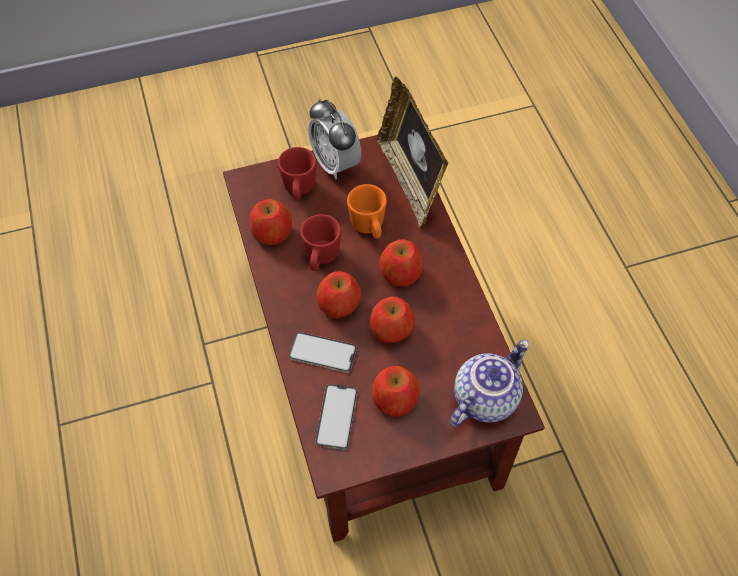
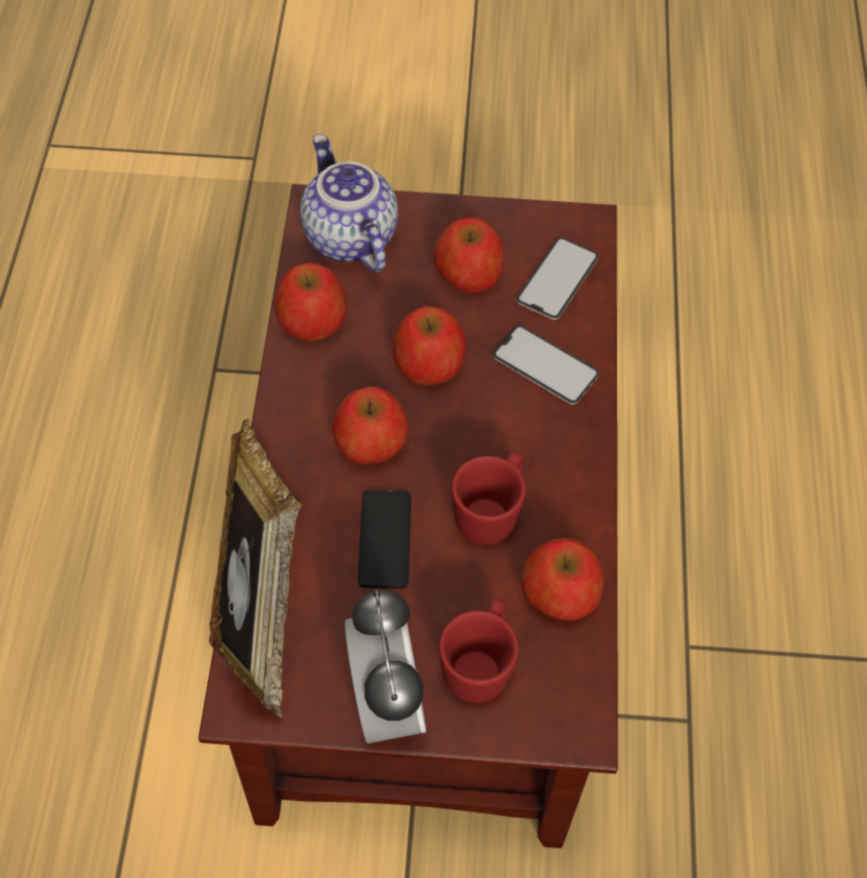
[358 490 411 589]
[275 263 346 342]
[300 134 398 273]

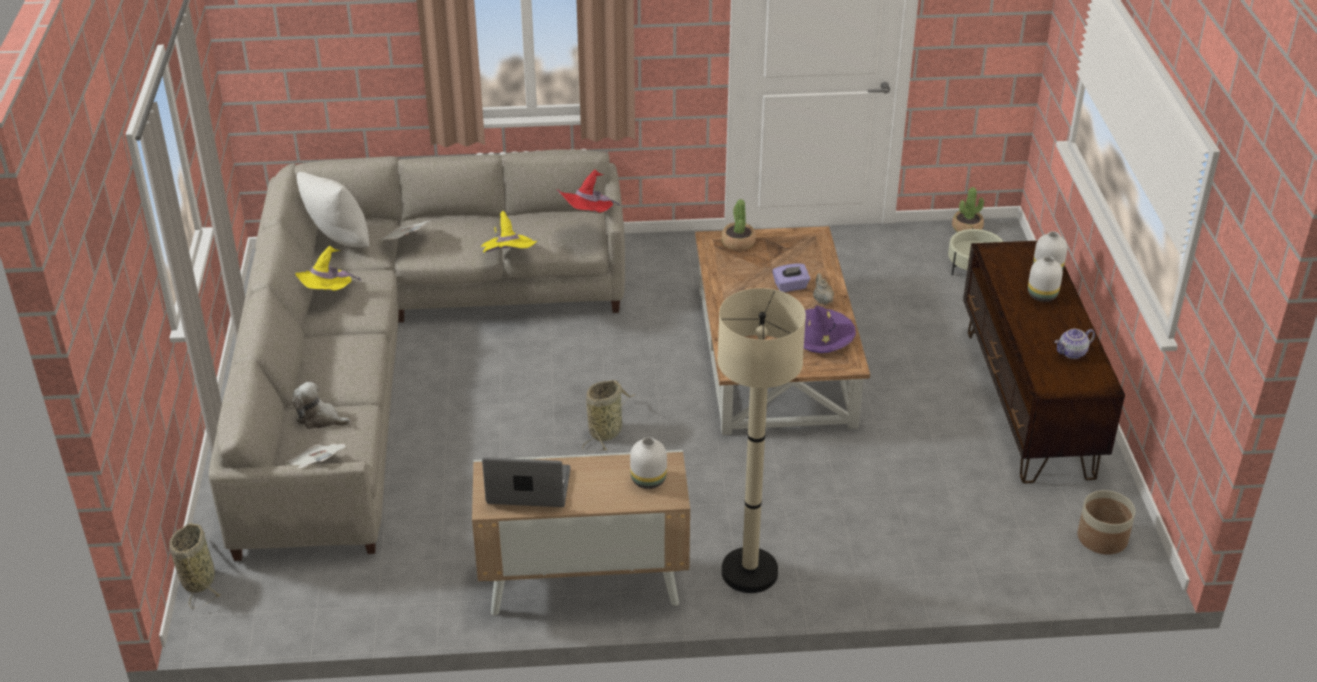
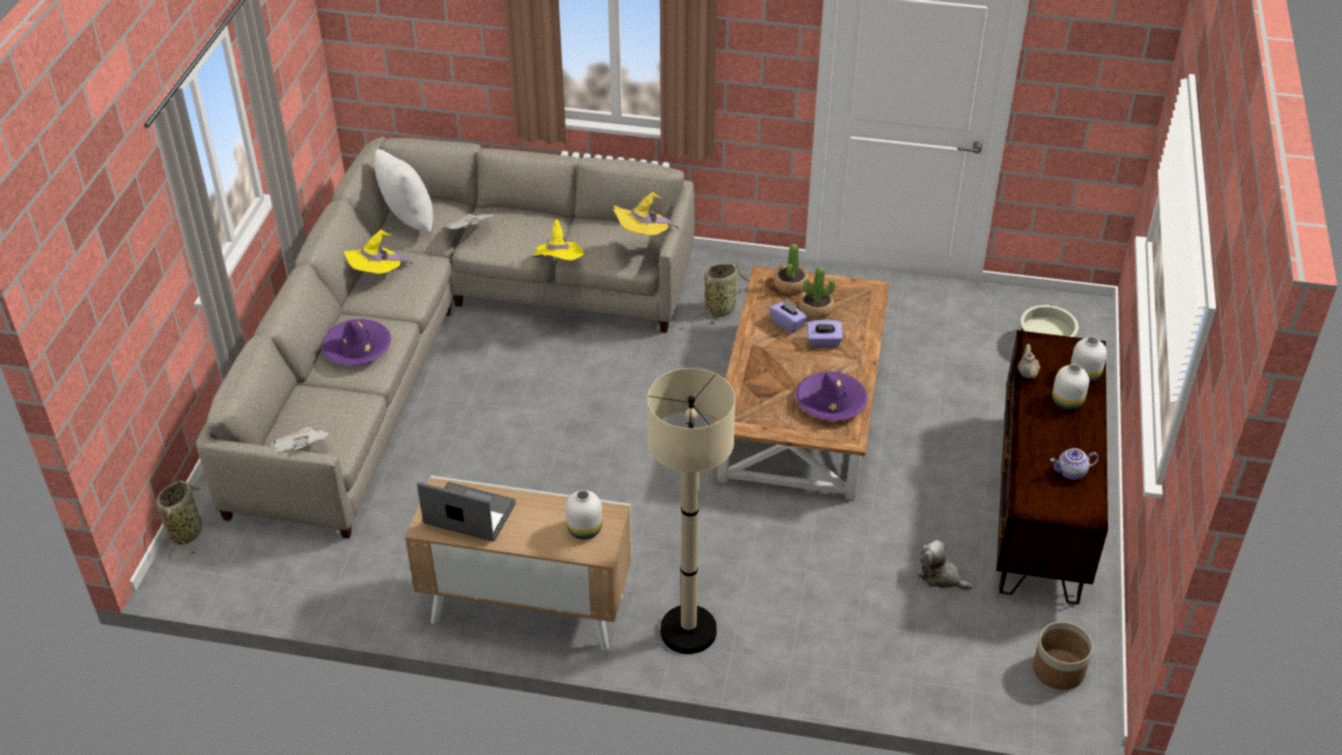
[613 192 679 236]
[799 267 835 319]
[1017 344 1040 379]
[695 263 749 324]
[918 540 973 590]
[769 299 807 333]
[321 319 391 366]

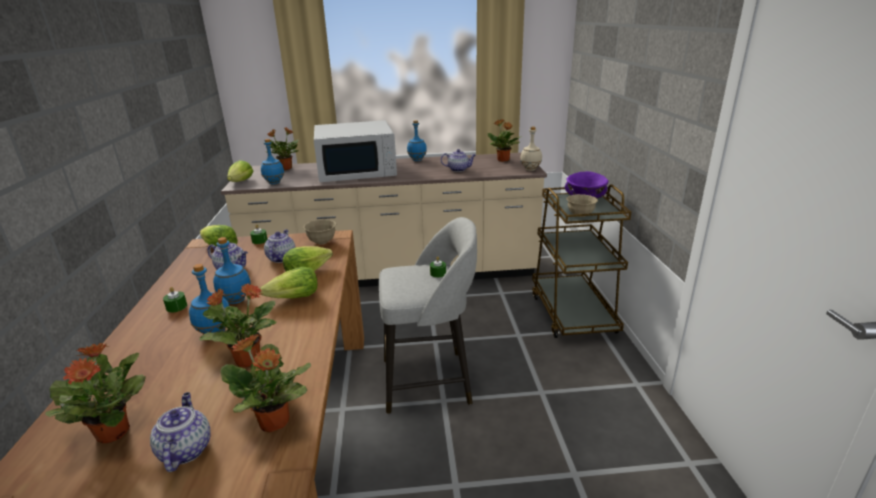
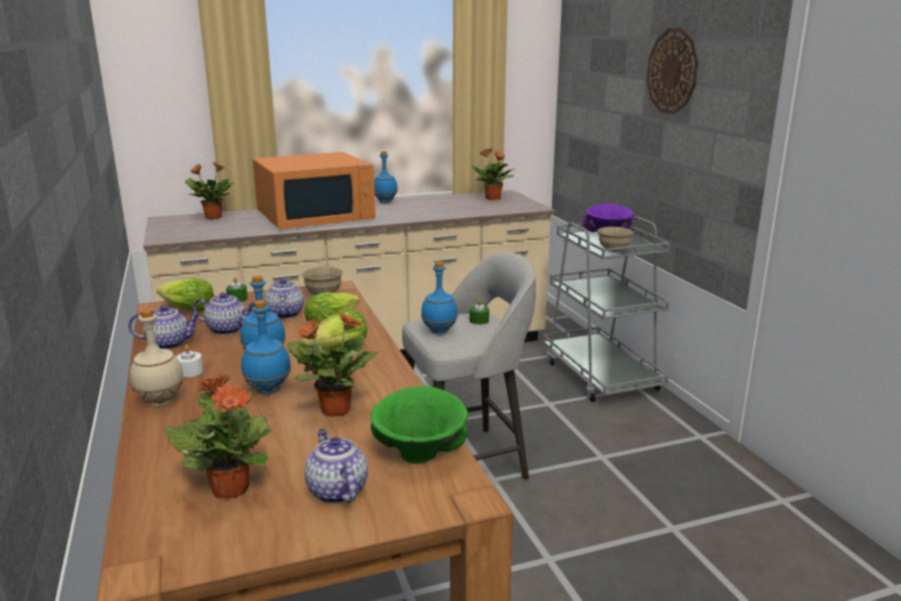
[253 152 376 229]
[130 309 184 406]
[421 261 458 335]
[128 305 201 349]
[227 160 253 182] (first image)
[542 216 670 402]
[176 344 203 378]
[371 386 468 464]
[646 28 699 114]

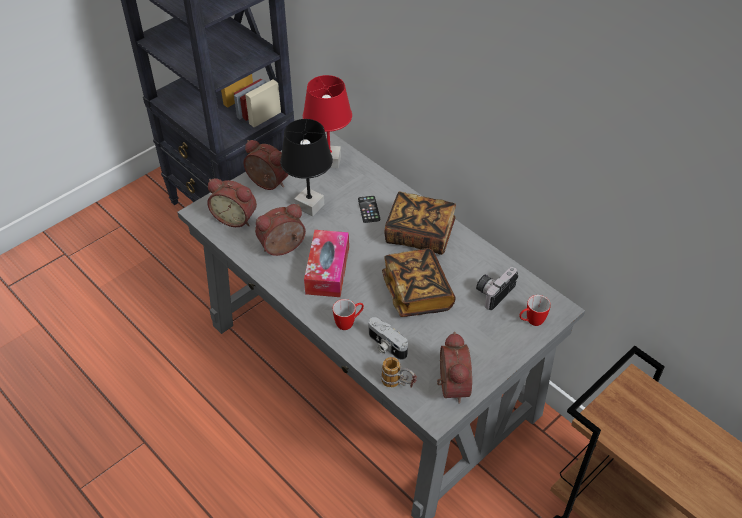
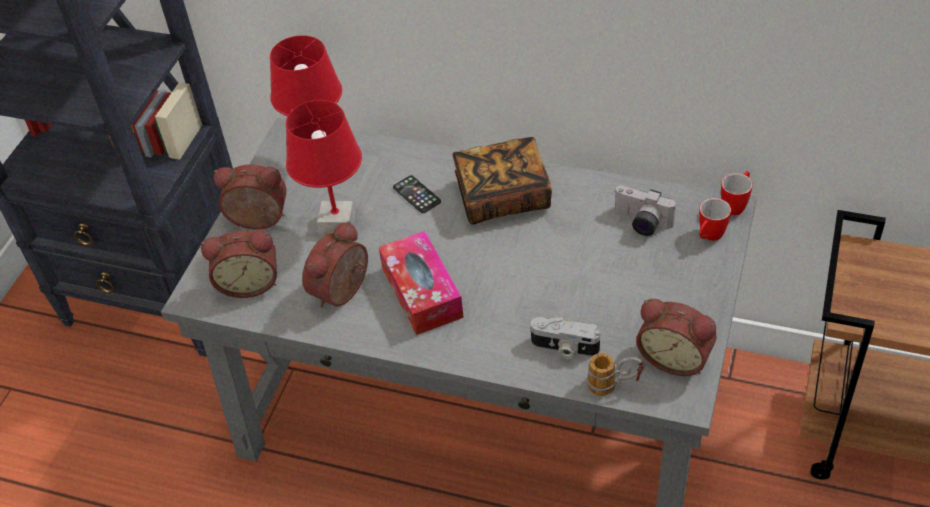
[286 100 362 235]
[382 248 456 317] (first image)
[614 185 676 236]
[721 171 753 215]
[636 299 717 376]

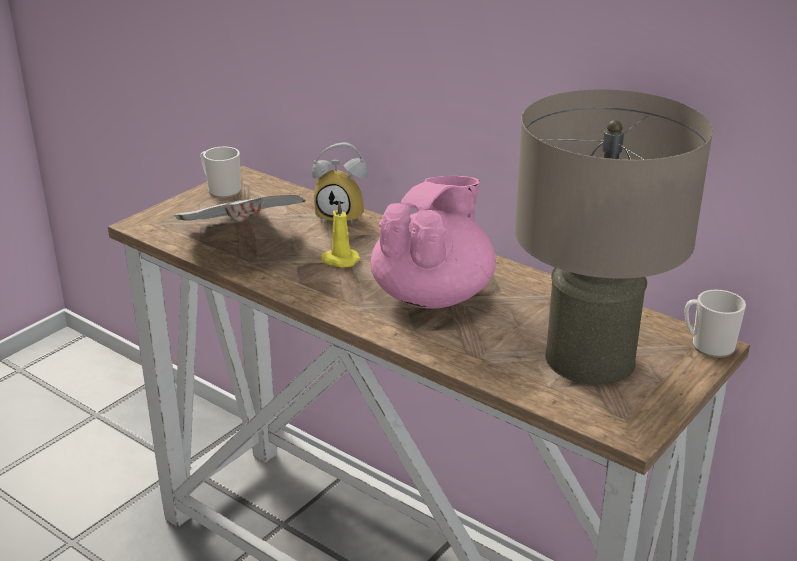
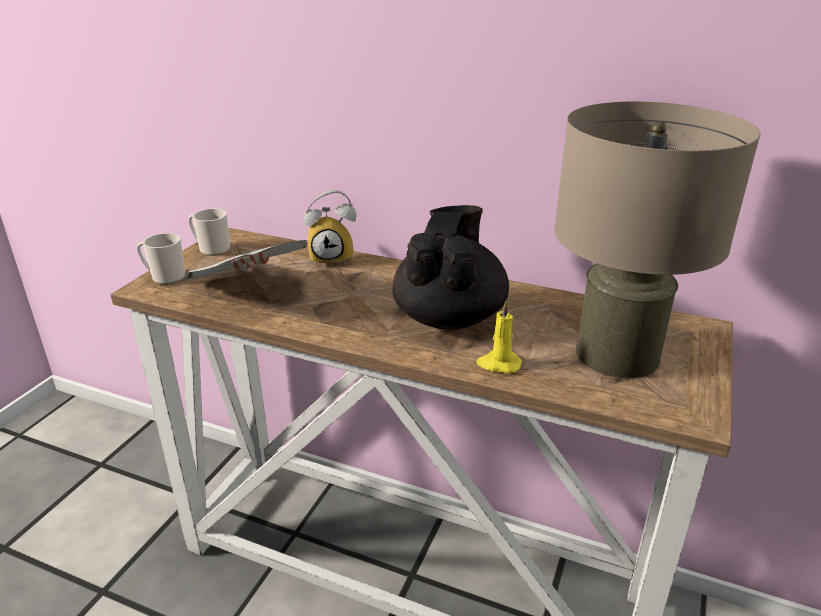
[393 205 509 330]
[476 301 522 373]
[137 233 185 285]

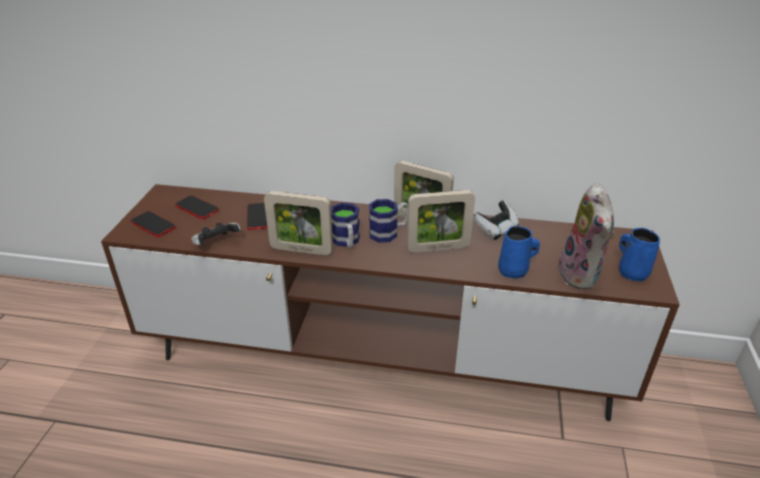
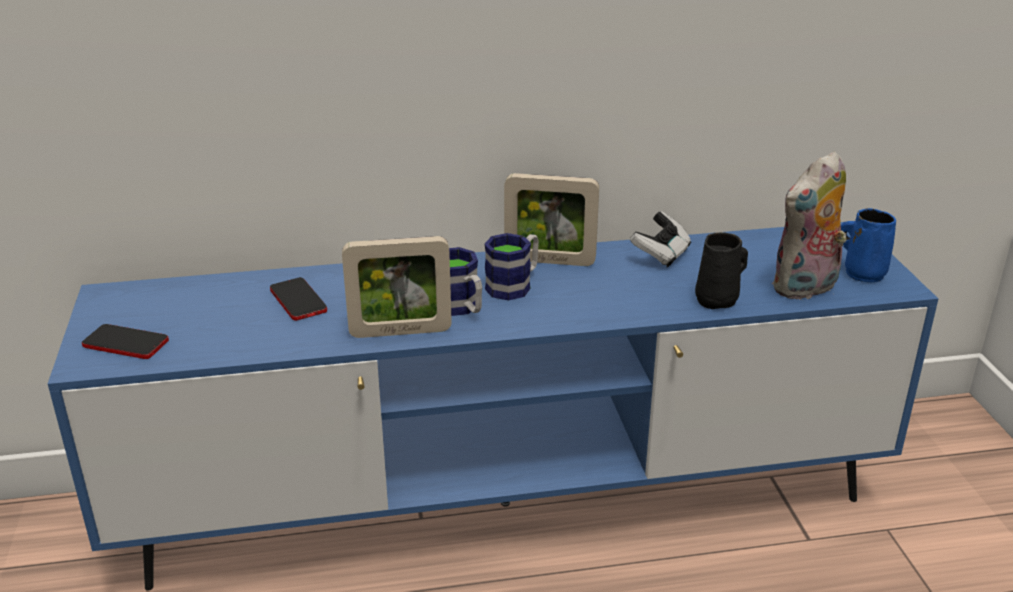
[772 151 847 301]
[48 222 938 590]
[407 190 475 253] (first image)
[175 196 219 219] (first image)
[191 222 241 245] (first image)
[695 232 748 309]

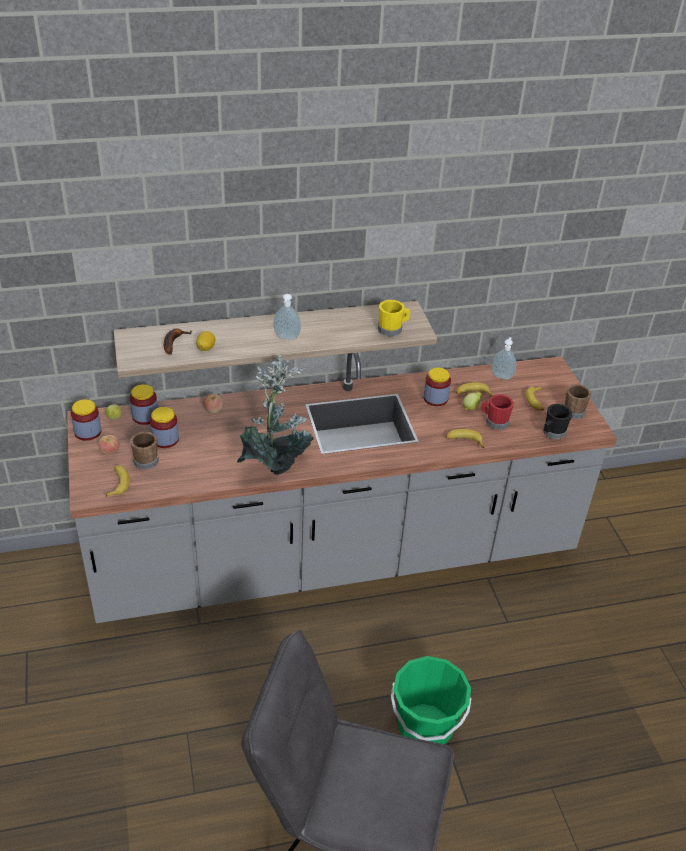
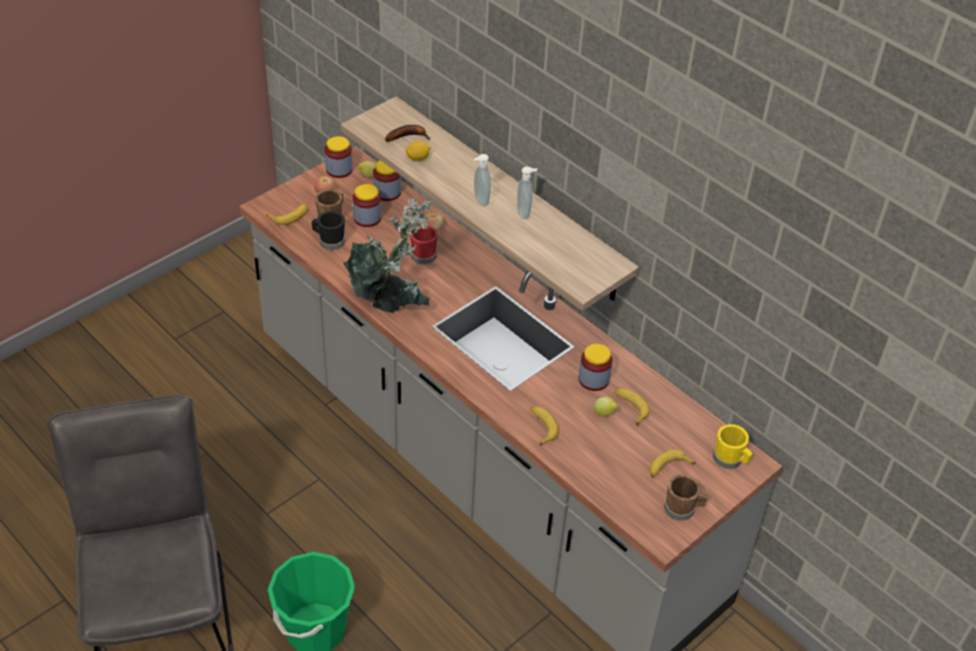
[713 424 753 469]
[517 167 537 219]
[410 225 438 265]
[311 211 345 250]

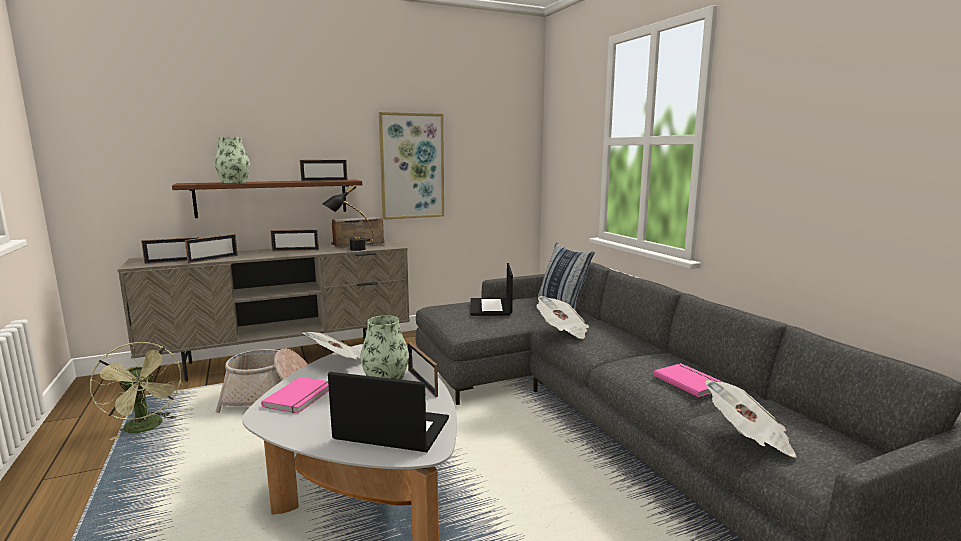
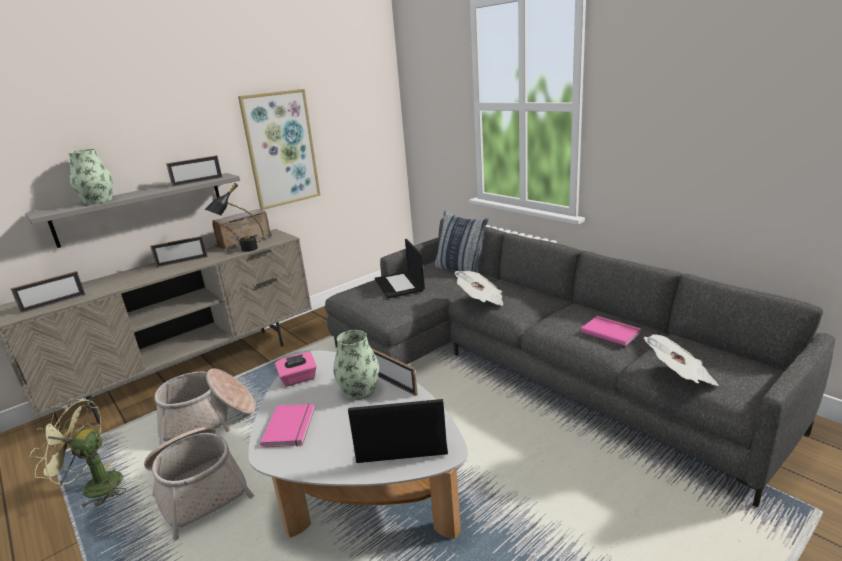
[25 173 240 248]
[185 234 238 263] (first image)
[275 353 317 387]
[30 398 126 508]
[144 427 254 540]

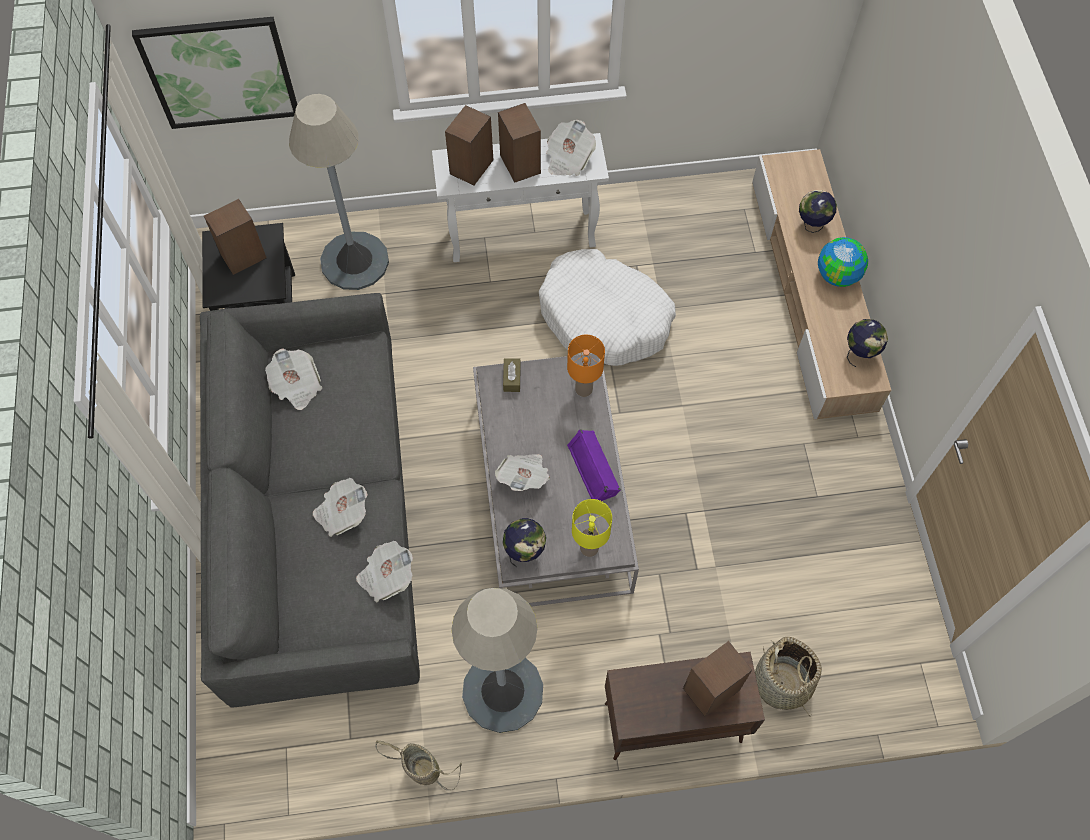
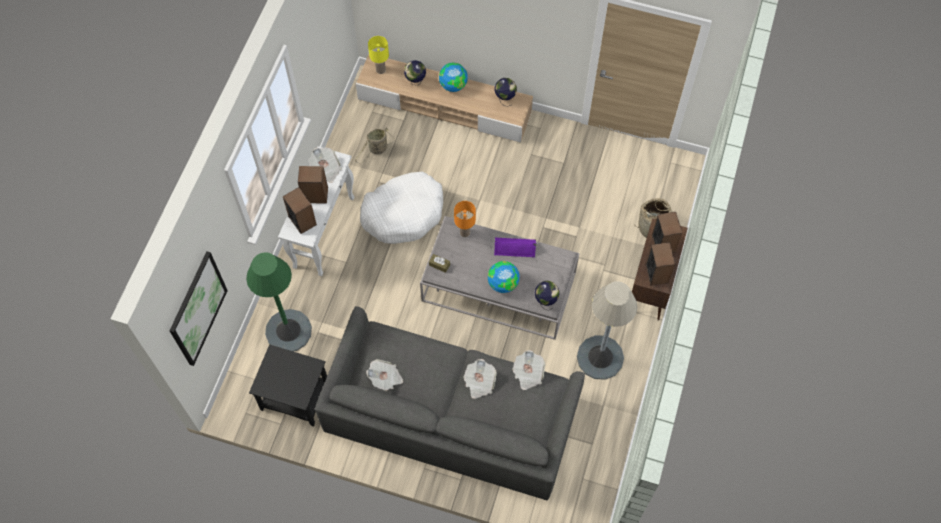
[246 252 312 352]
[646 242 675 285]
[488 261 520 293]
[368 36 389 74]
[355 127 394 163]

